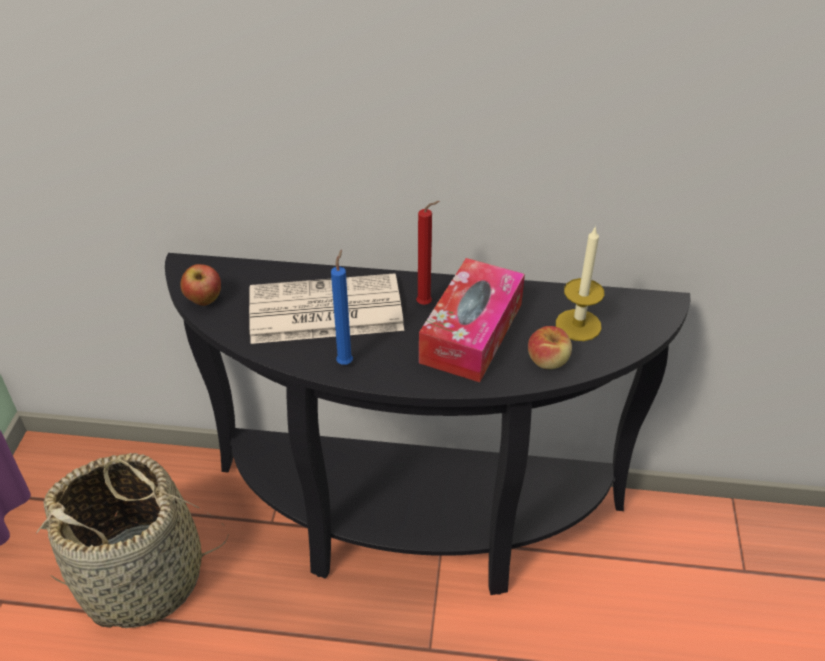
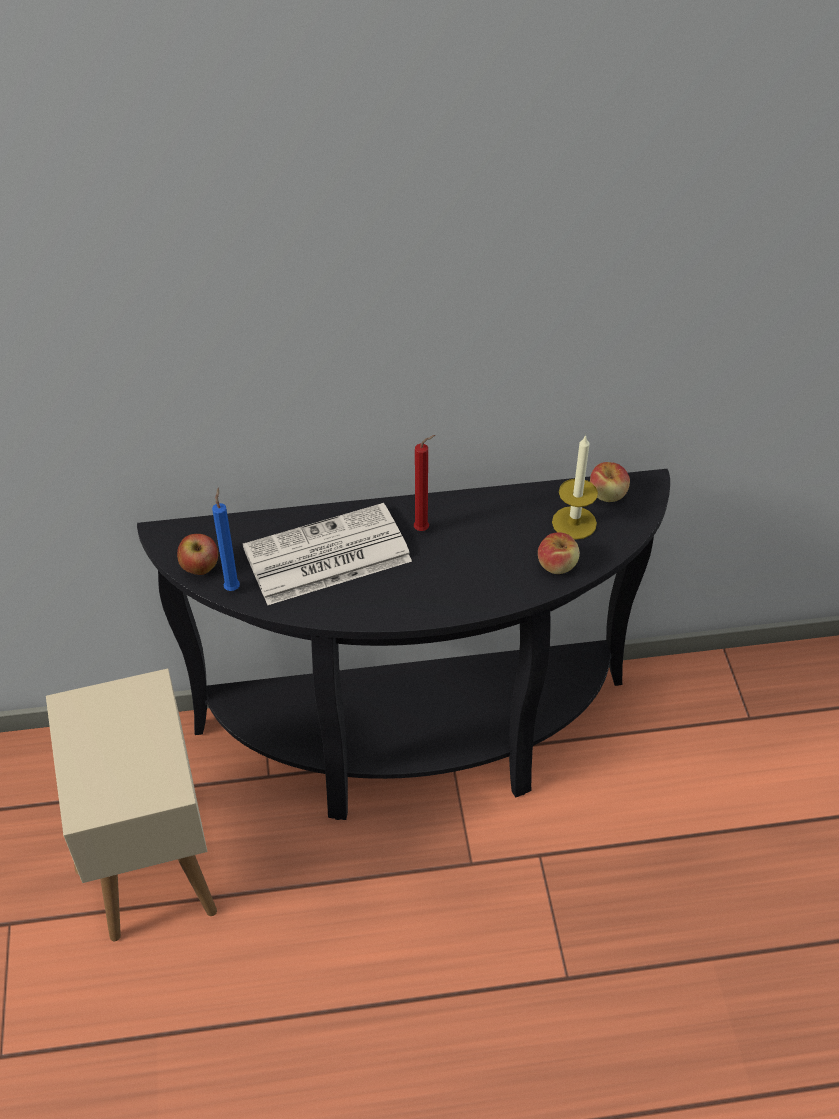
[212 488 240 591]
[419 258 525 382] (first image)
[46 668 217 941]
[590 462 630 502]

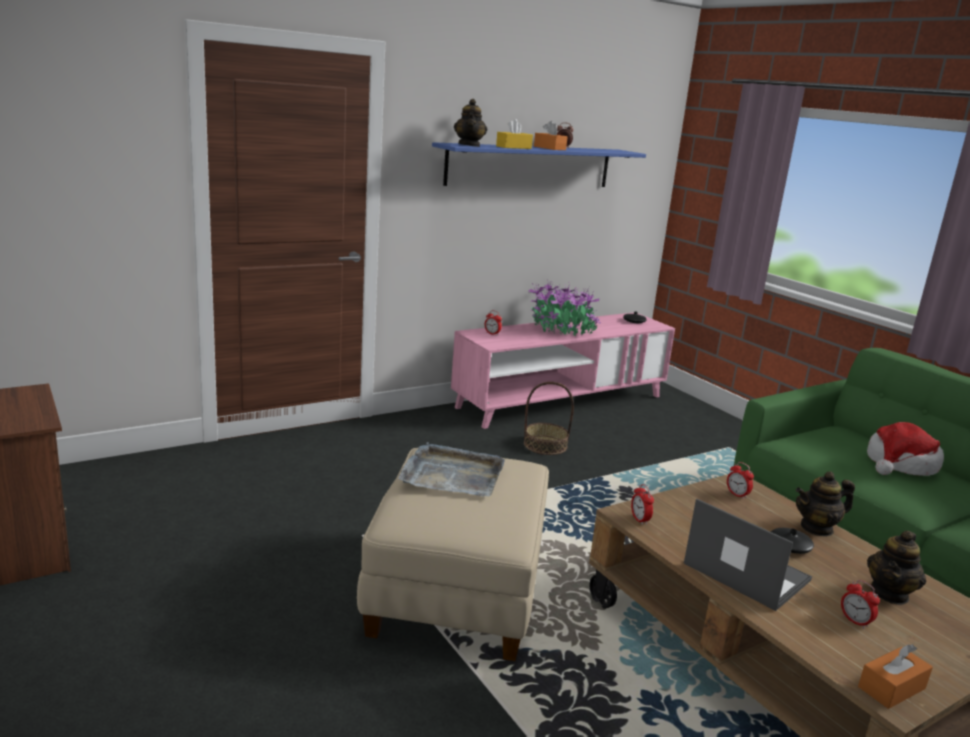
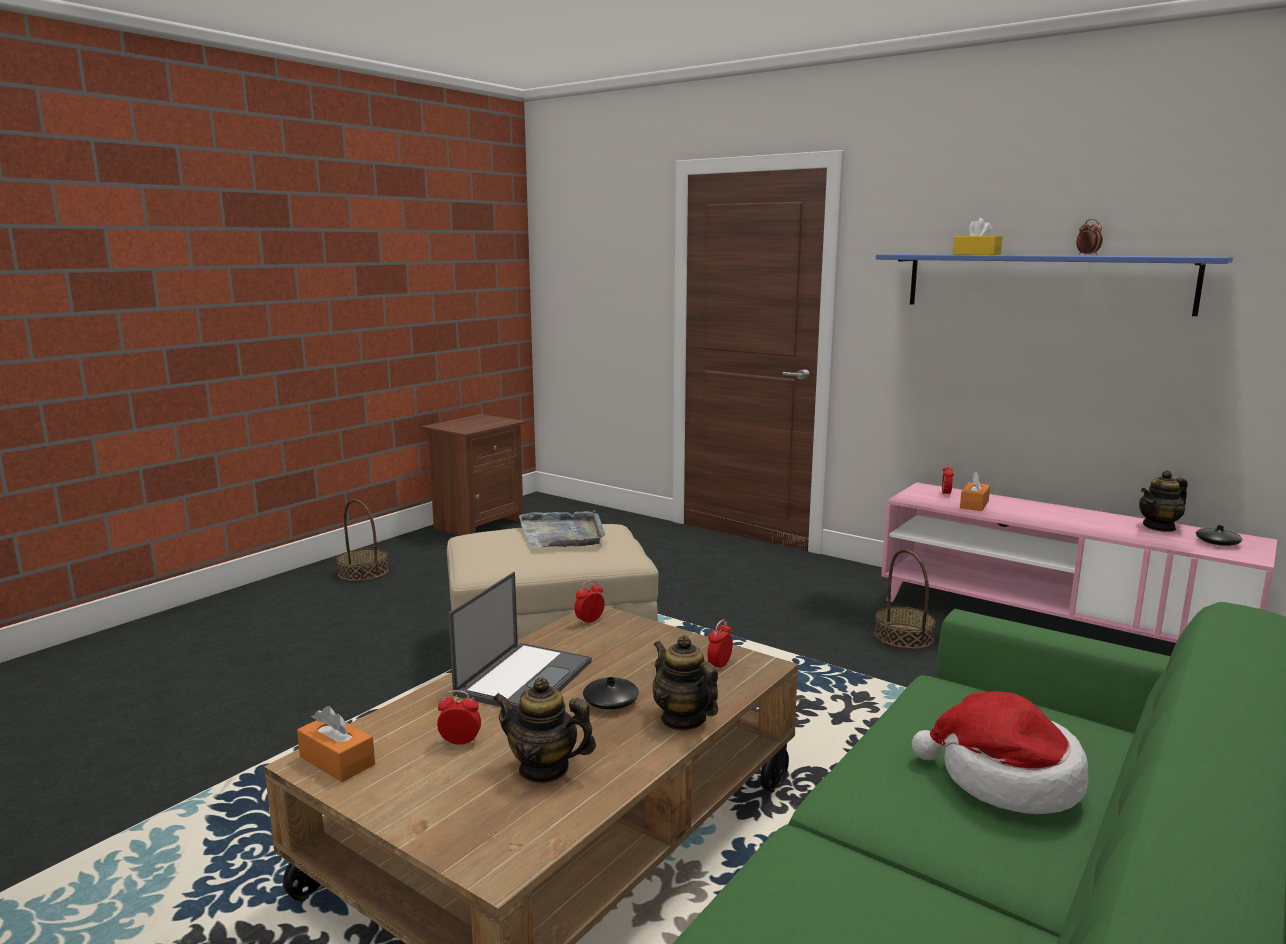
[1139 470 1188 532]
[960 472 990 511]
[529 279 601 336] (first image)
[437 690 481 745]
[336 499 389 581]

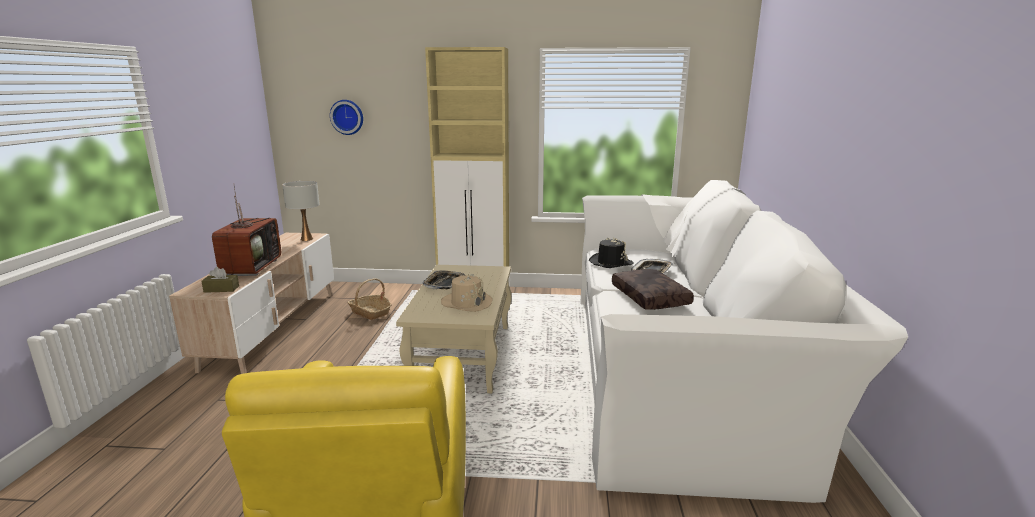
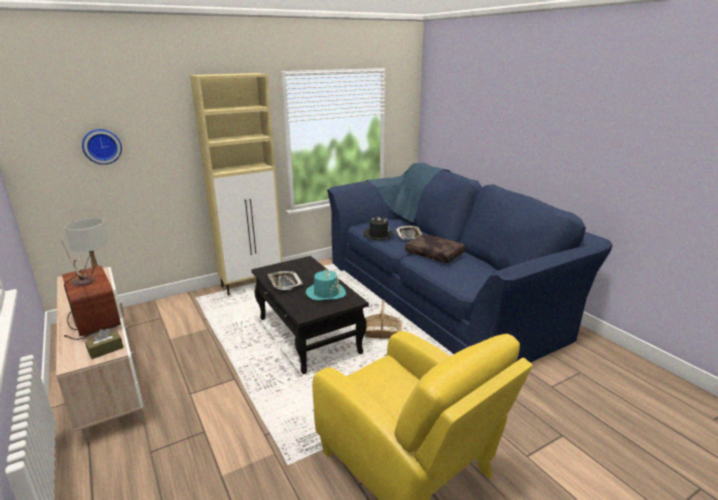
[327 163 613 363]
[251 256 369 374]
[306 269 346 301]
[365 300 402 338]

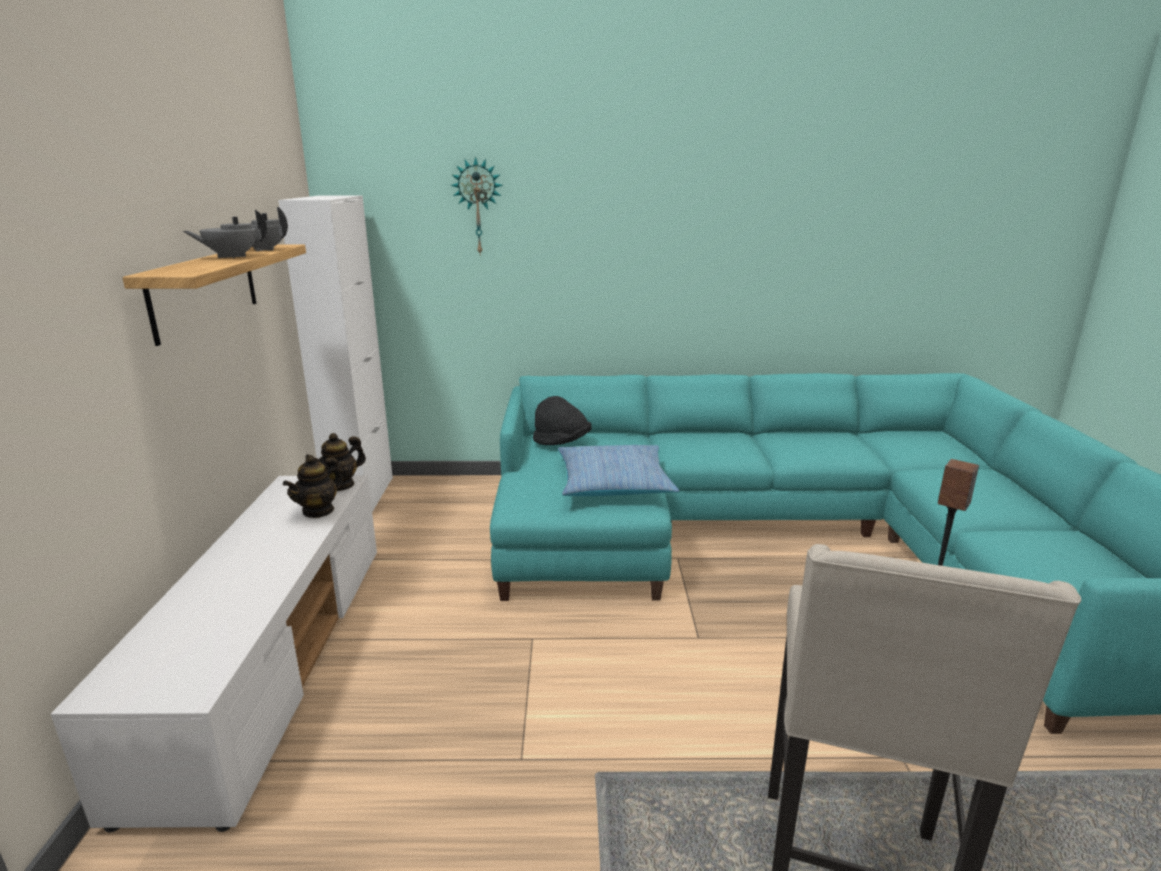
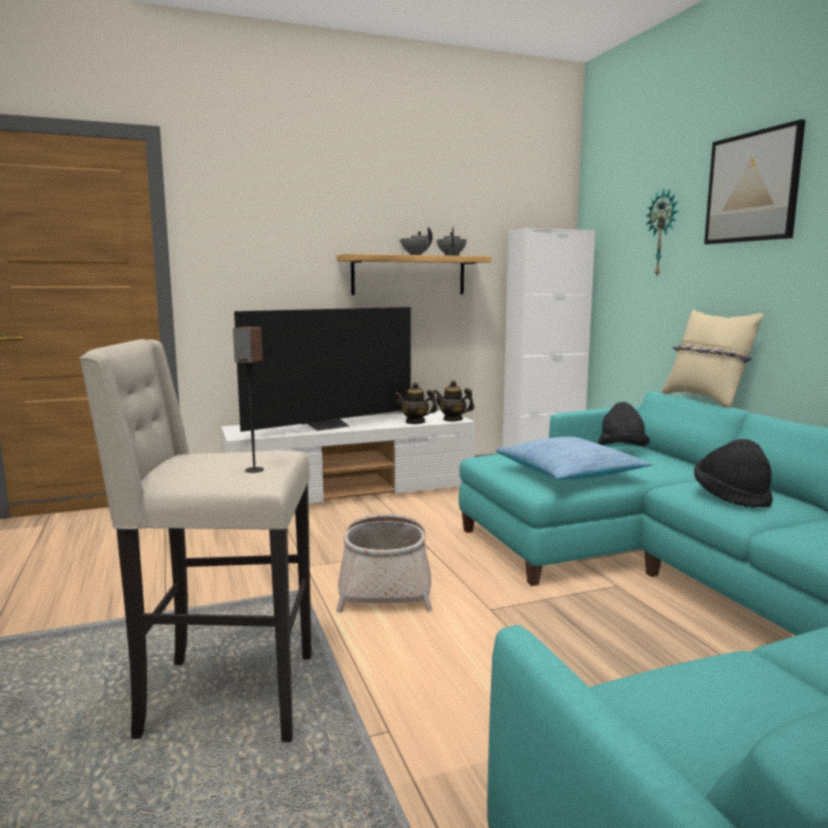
[704 119 805 244]
[234 307 411 432]
[662 310 763 408]
[694 439 773 508]
[336 513 433 613]

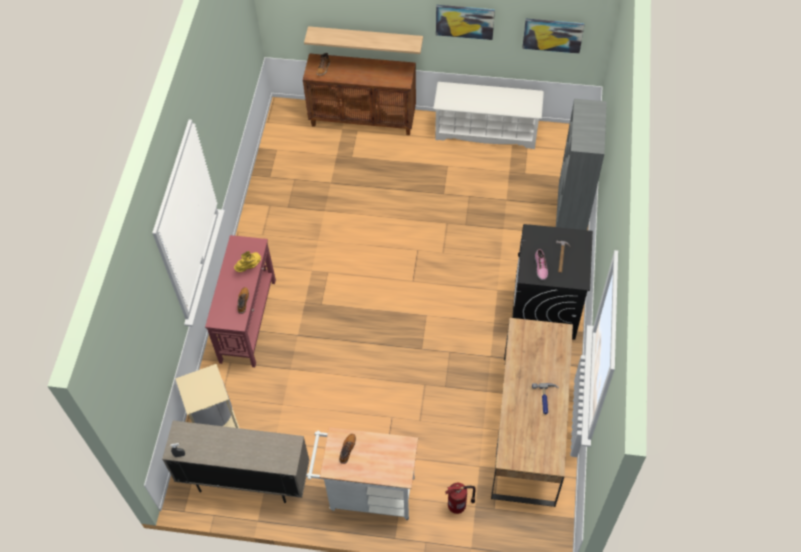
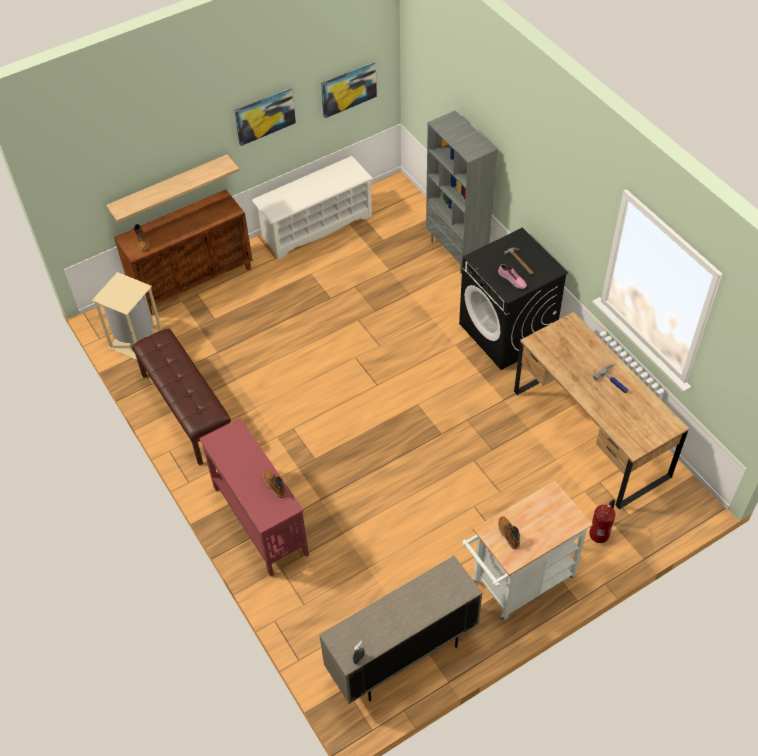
[234 251 261 272] (first image)
[92 272 162 360]
[131 329 231 466]

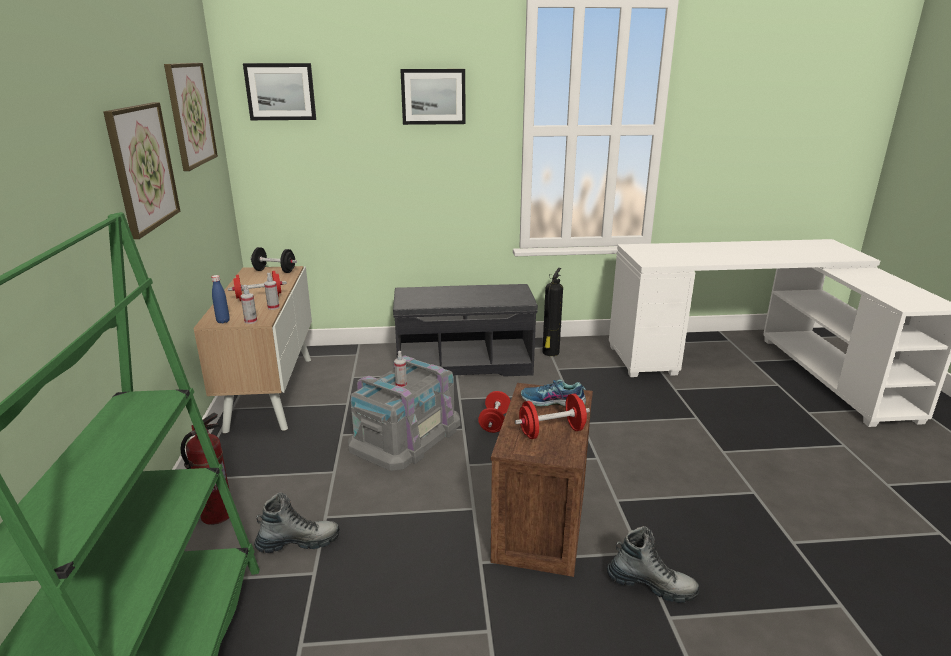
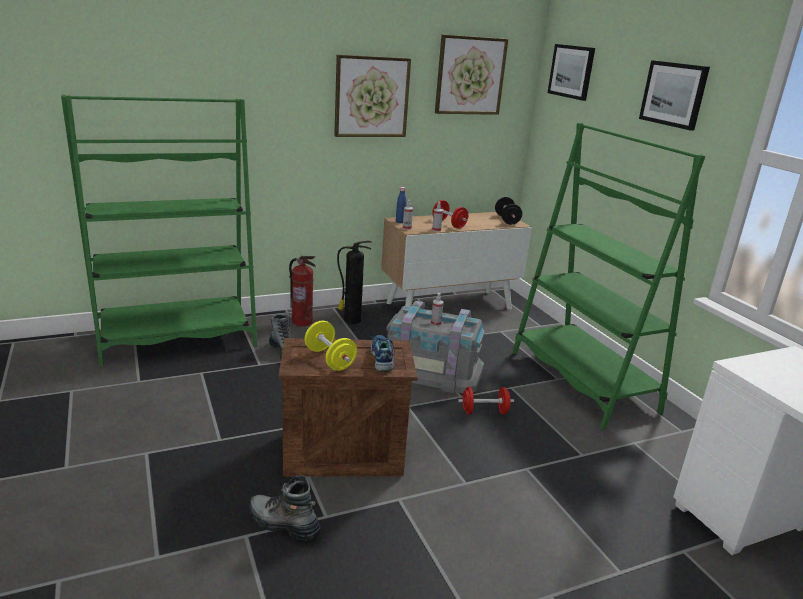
[337 241 372 324]
[512 123 705 430]
[305 321 357 371]
[249 475 321 540]

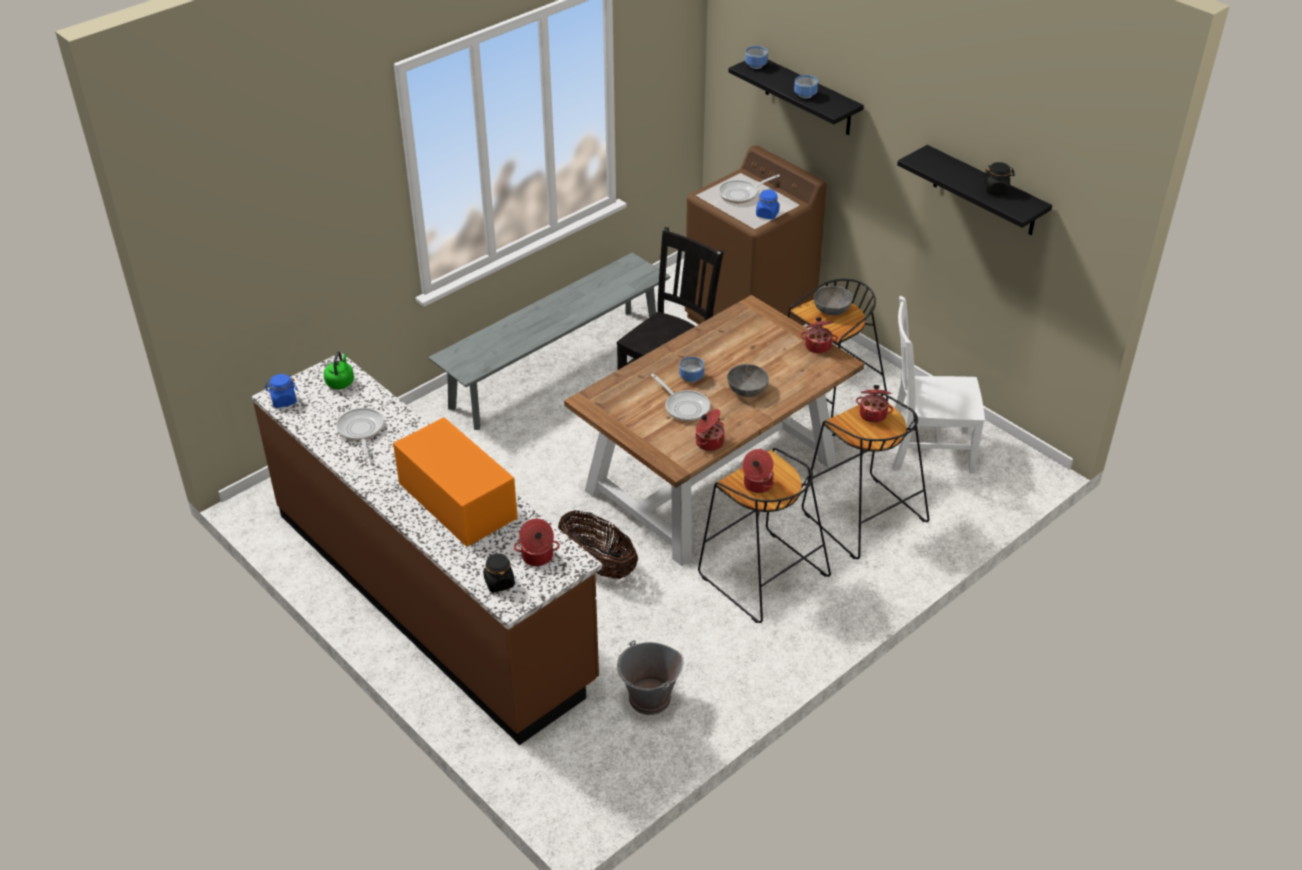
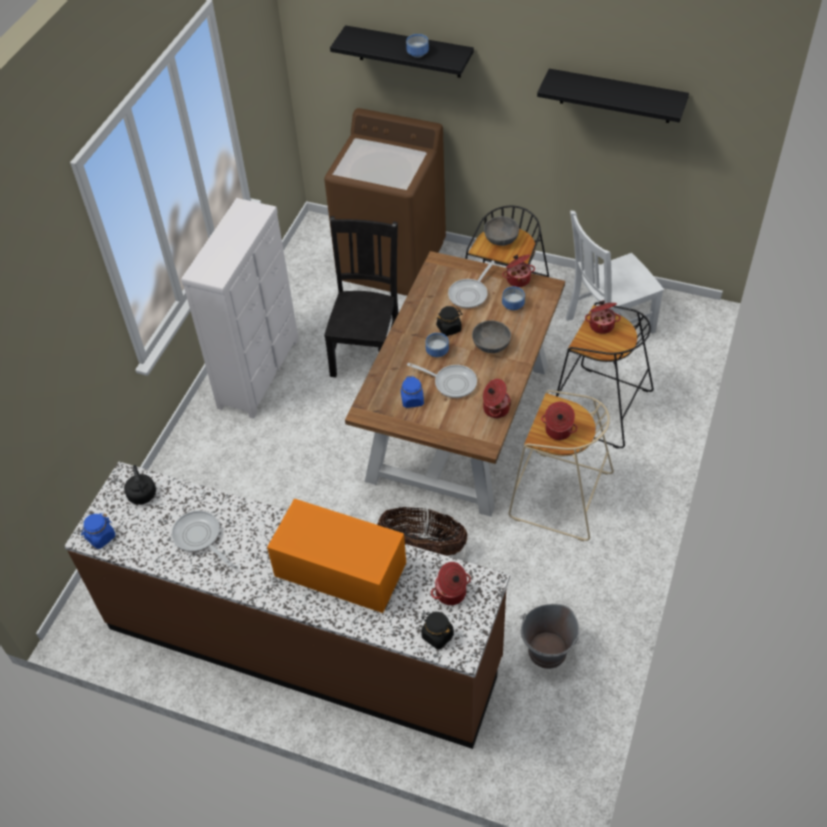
[502 287 525 310]
[436 306 462 336]
[448 260 495 308]
[401 376 424 408]
[181 198 299 419]
[124 465 156 505]
[509 390 614 541]

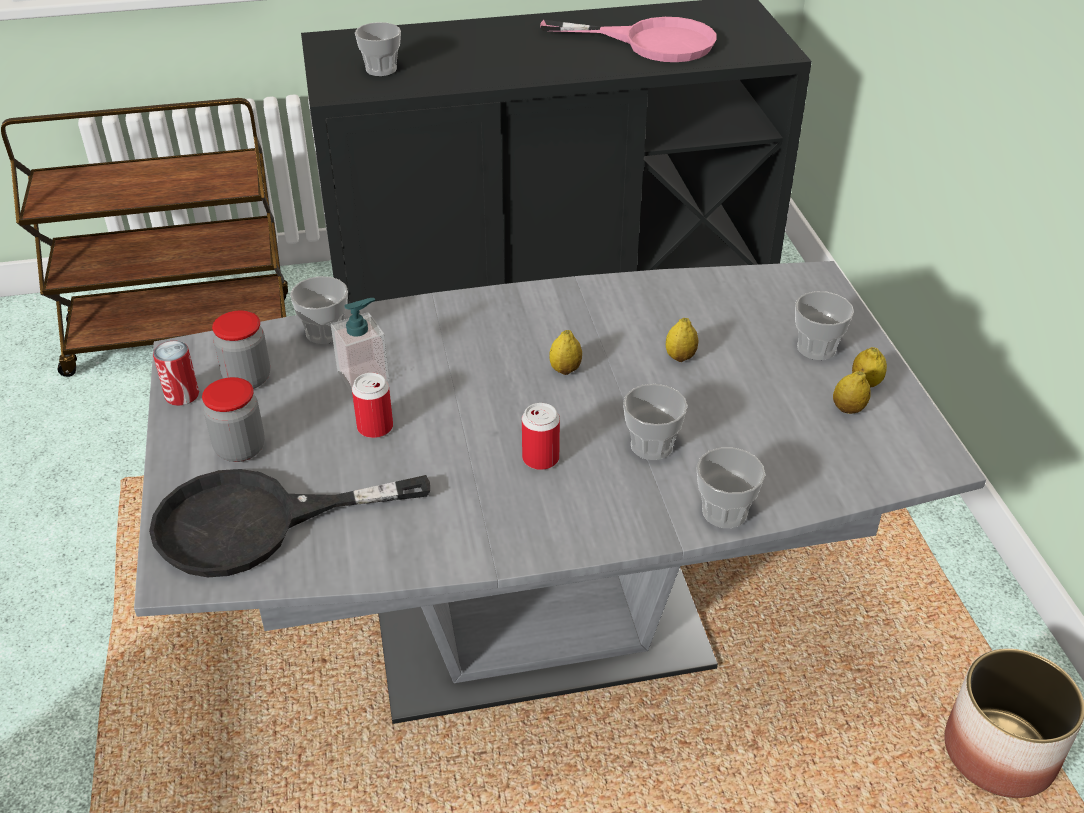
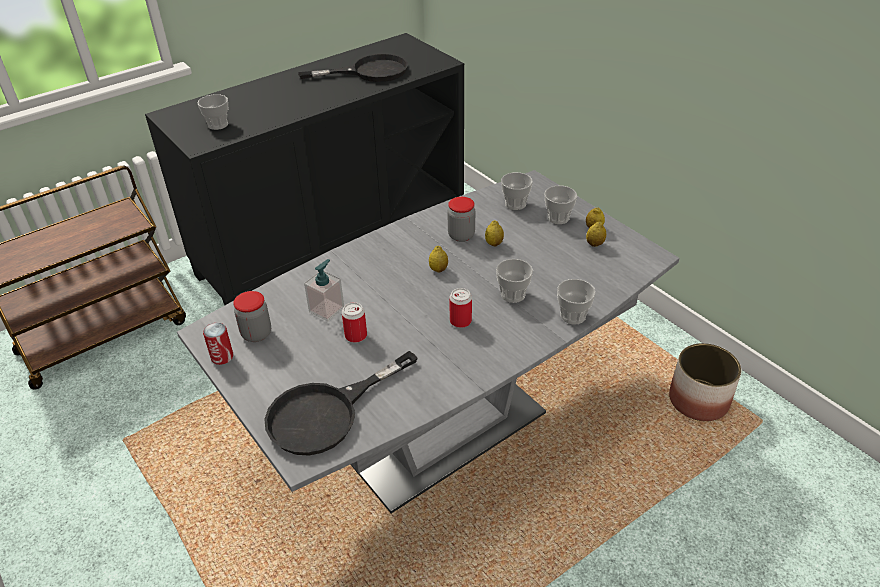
[298 54 408 82]
[501 172 533 210]
[448 197 475 242]

